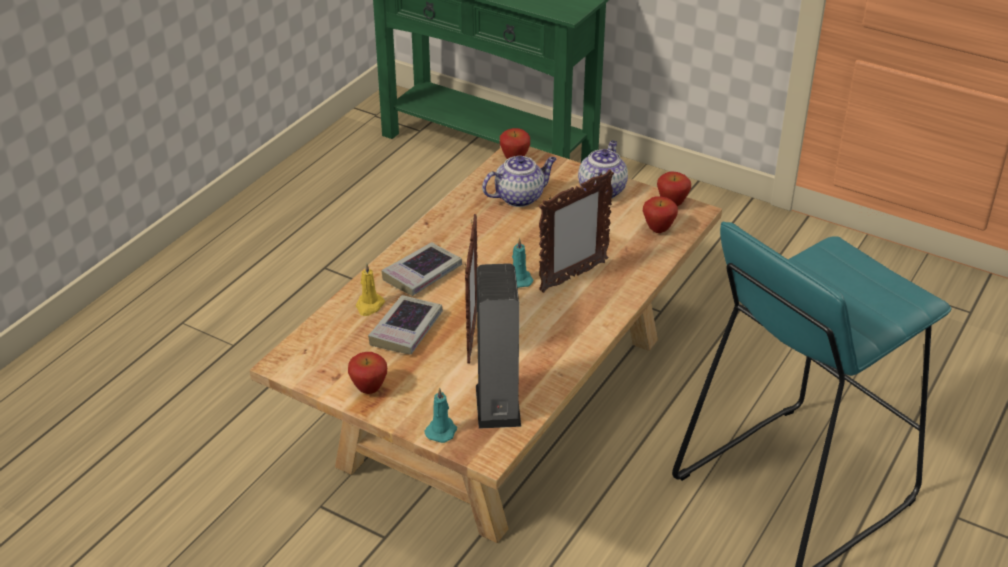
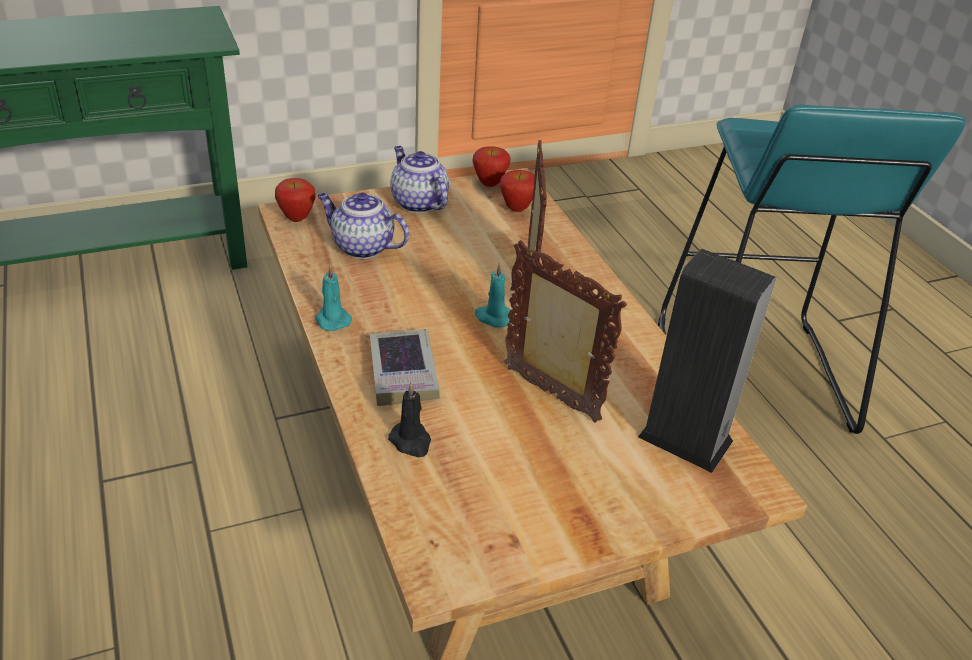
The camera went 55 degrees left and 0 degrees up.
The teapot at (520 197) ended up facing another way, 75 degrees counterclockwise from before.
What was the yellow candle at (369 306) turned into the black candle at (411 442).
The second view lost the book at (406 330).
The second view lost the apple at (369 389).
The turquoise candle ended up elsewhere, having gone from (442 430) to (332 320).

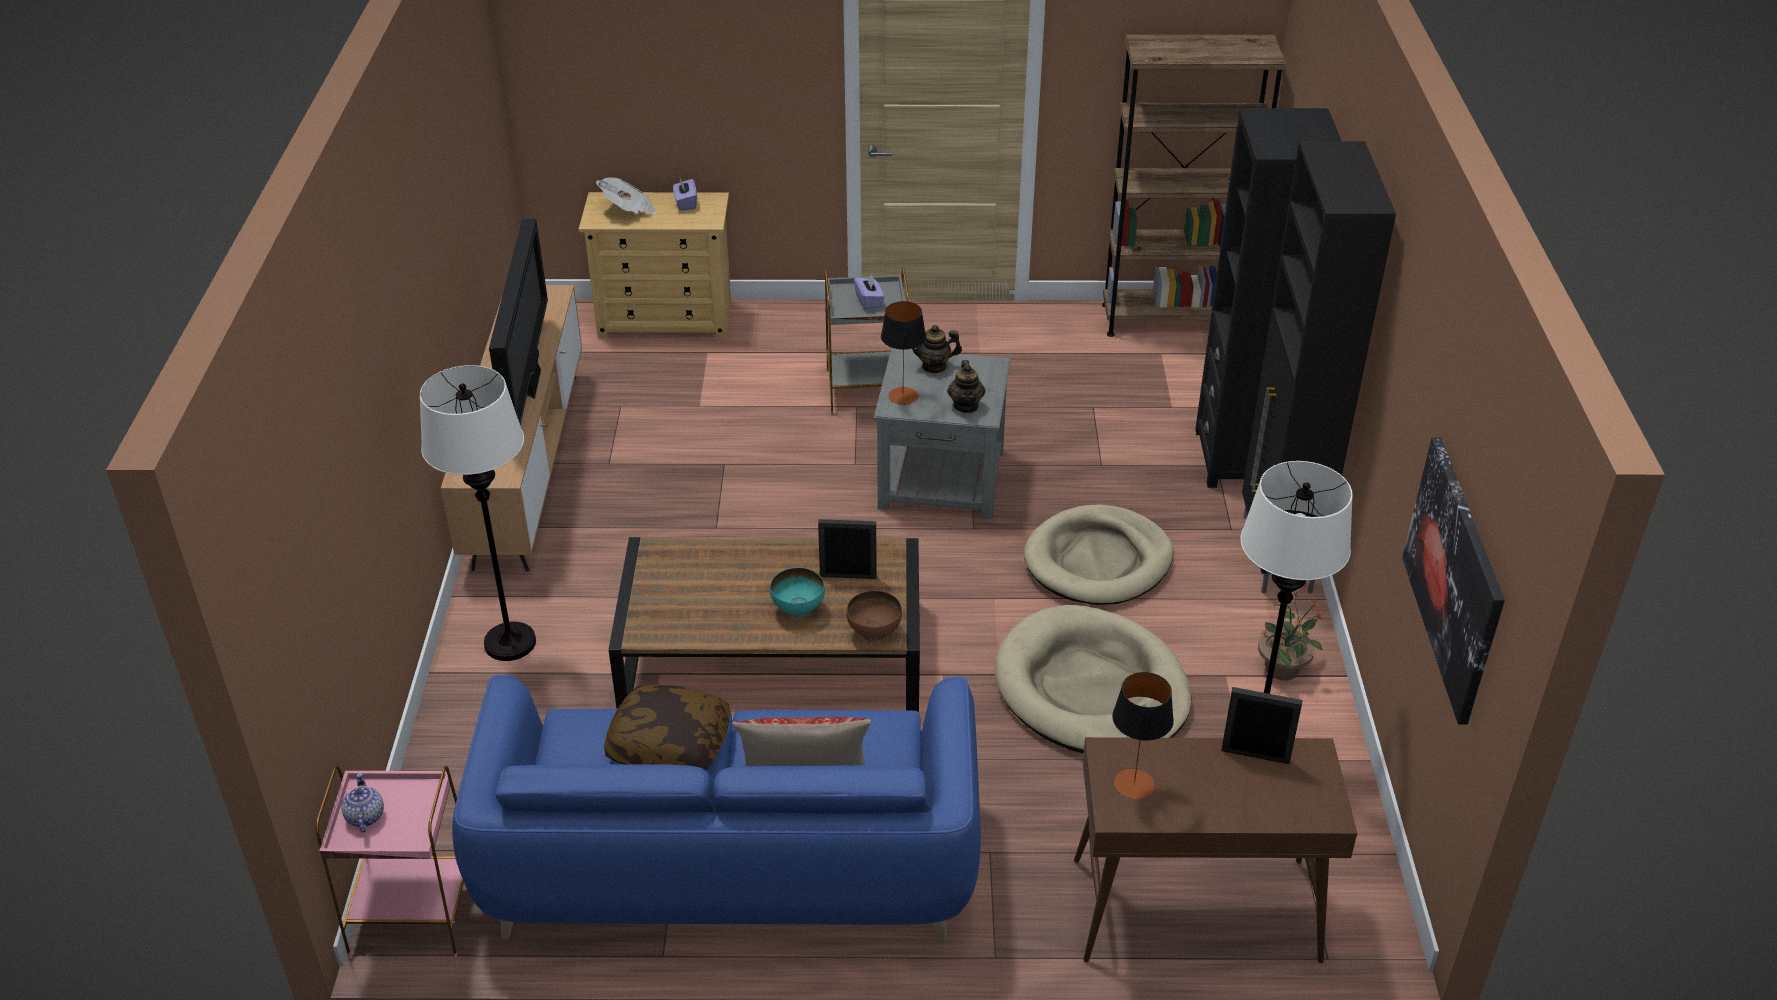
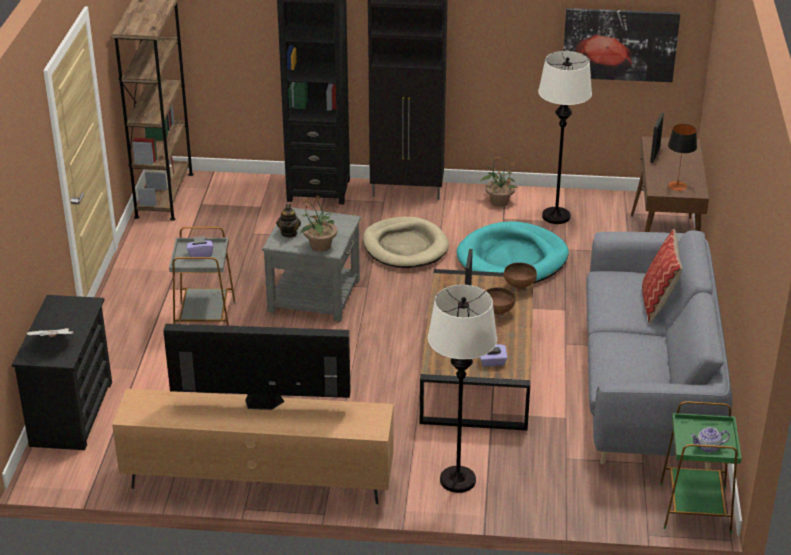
The camera went 85 degrees left and 5 degrees down.
The purple tissue box ended up elsewhere, having gone from (685 203) to (492 362).
What was the beige dresser at (666 319) turned into the black dresser at (72 413).
Where the table lamp stood at (903 396), the potted plant came to stand at (320 246).
The second view lost the teapot at (966 405).
What was the turquoise bowl at (797 609) turned into the brown bowl at (497 313).
What was the beige dog bed at (1091 689) turned into the turquoise dog bed at (512 259).
What was the blue sofa at (730 865) turned into the grey sofa at (647 386).
The second view lost the pillow at (669 745).
What was the pink side table at (412 911) turned into the green side table at (694 508).

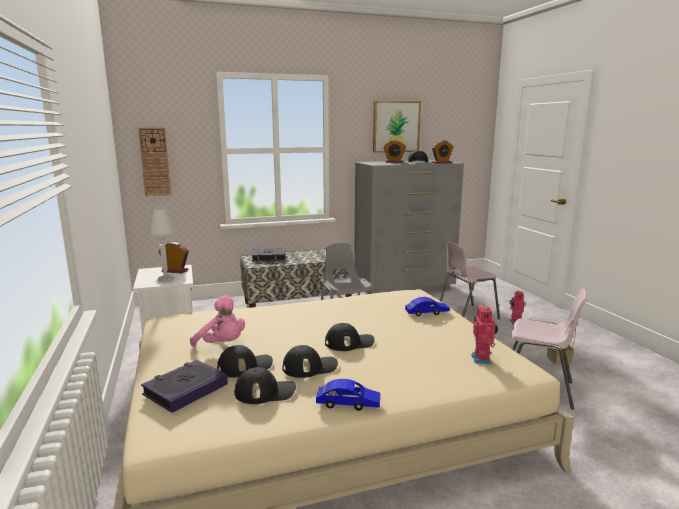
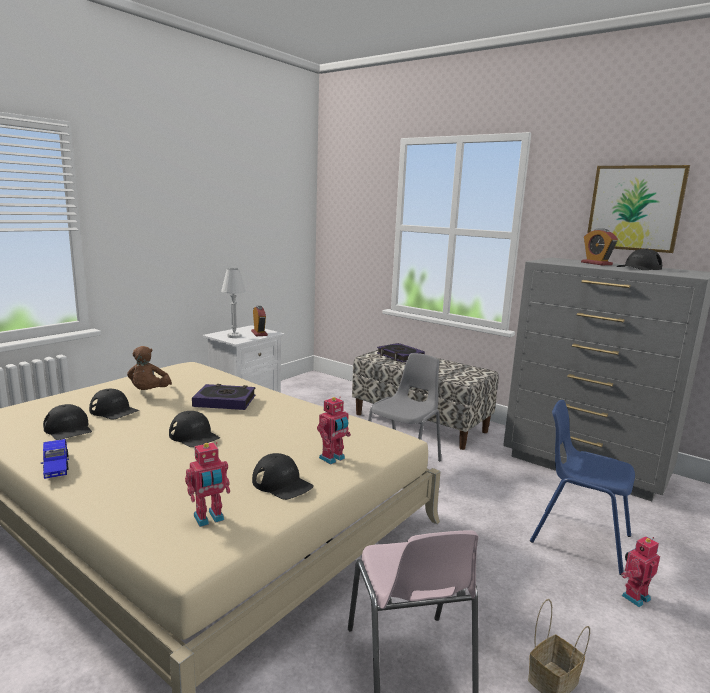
The camera went 55 degrees right and 0 degrees up.
The second view lost the wall clock at (155 162).
The second view lost the alarm clock at (441 163).
What was the pink chair at (466 315) turned into the blue chair at (579 539).
What was the pink plush toy at (222 345) turned into the brown plush toy at (149 393).
Where the blue toy car stood at (427 313), the toy robot came to stand at (333 459).
The black cap ended up elsewhere, having gone from (310 367) to (282 484).
The book ended up elsewhere, having gone from (185 390) to (224 401).

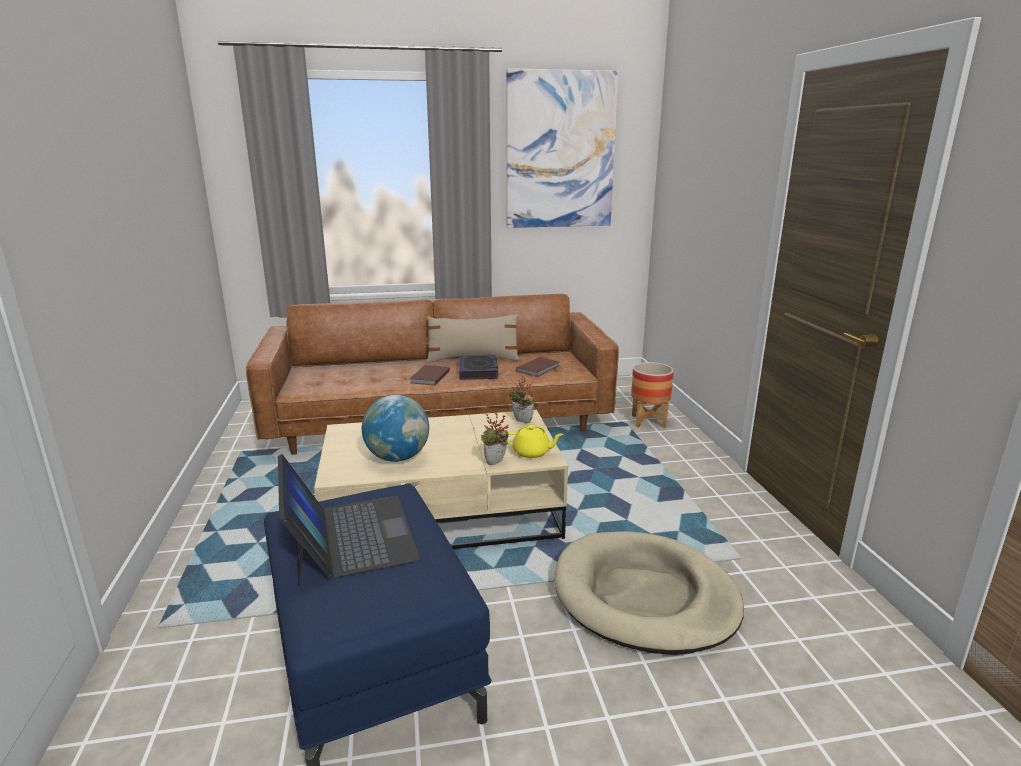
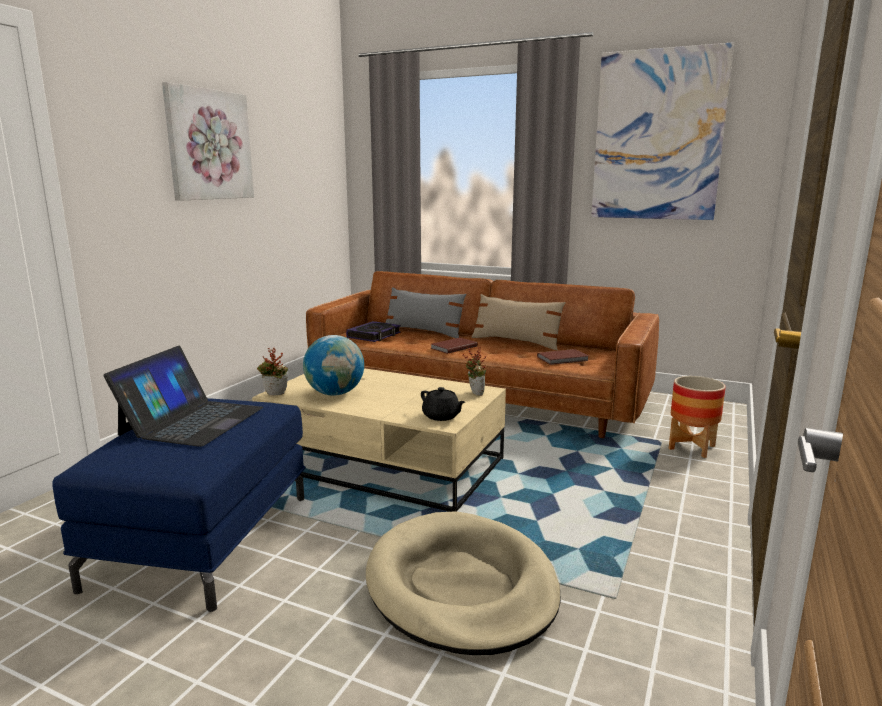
The camera went 35 degrees right and 5 degrees down.
The book ended up elsewhere, having gone from (478 371) to (374 335).
The potted plant ended up elsewhere, having gone from (495 463) to (274 395).
What was the yellow teapot at (532 452) turned into the black teapot at (441 416).
The second view gained the picture at (209 145).
The second view gained the grey pillow at (424 332).

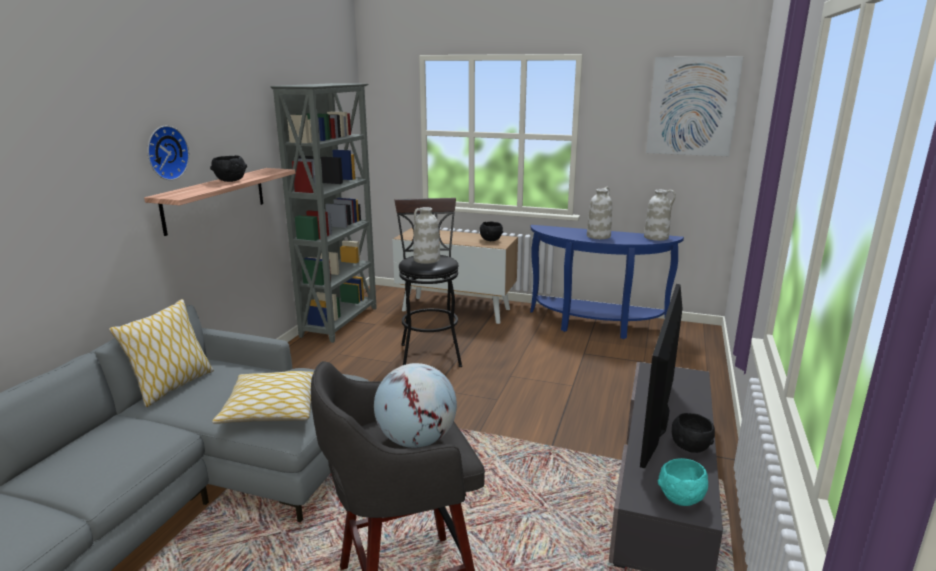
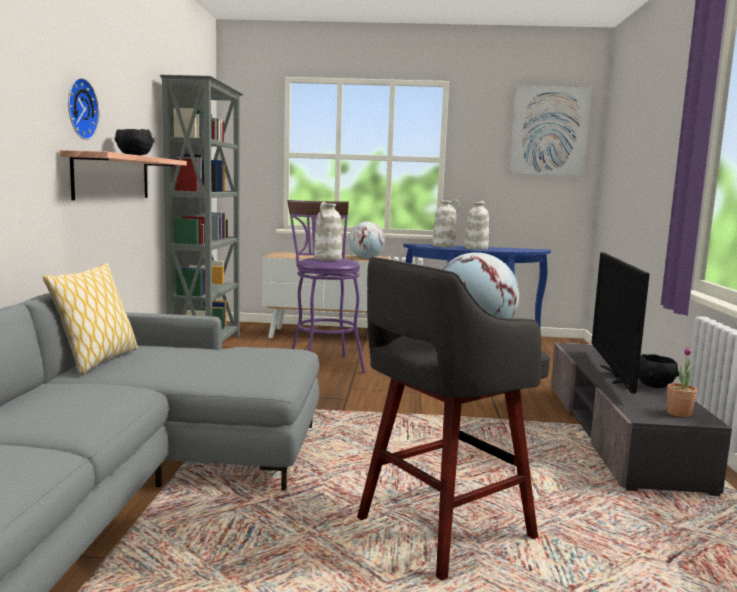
The camera went 15 degrees left and 10 degrees down.
The white vase ended up elsewhere, having gone from (656 237) to (444 246).
What was the black stool at (430 352) turned into the purple stool at (323 364).
Where the black bowl stood at (491 240), the globe came to stand at (366 258).
The second view lost the pillow at (273 409).
Where the turquoise bowl stood at (681 498), the potted plant came to stand at (678 413).

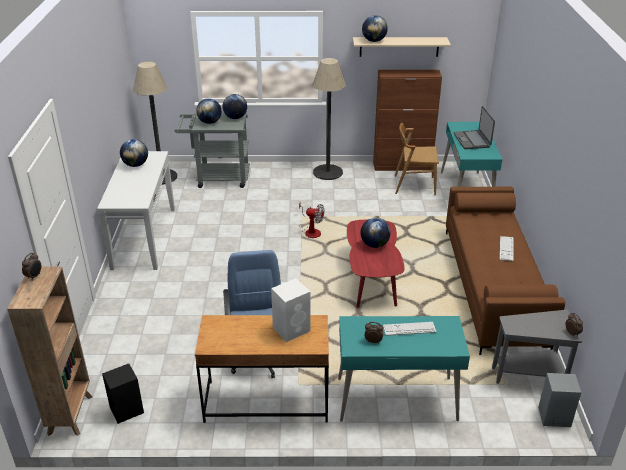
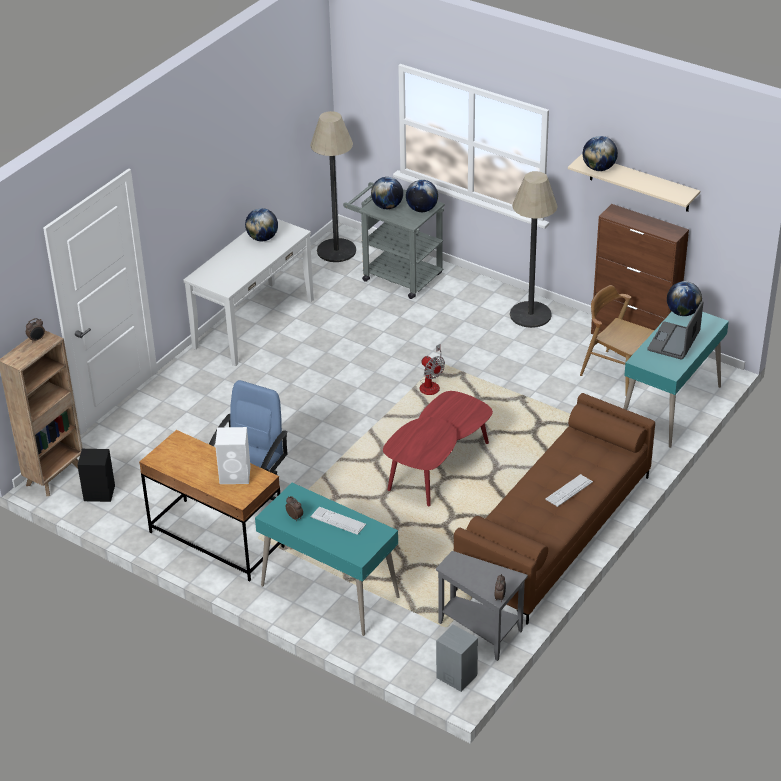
The camera went 35 degrees right and 5 degrees up.
The globe ended up elsewhere, having gone from (374 245) to (682 312).

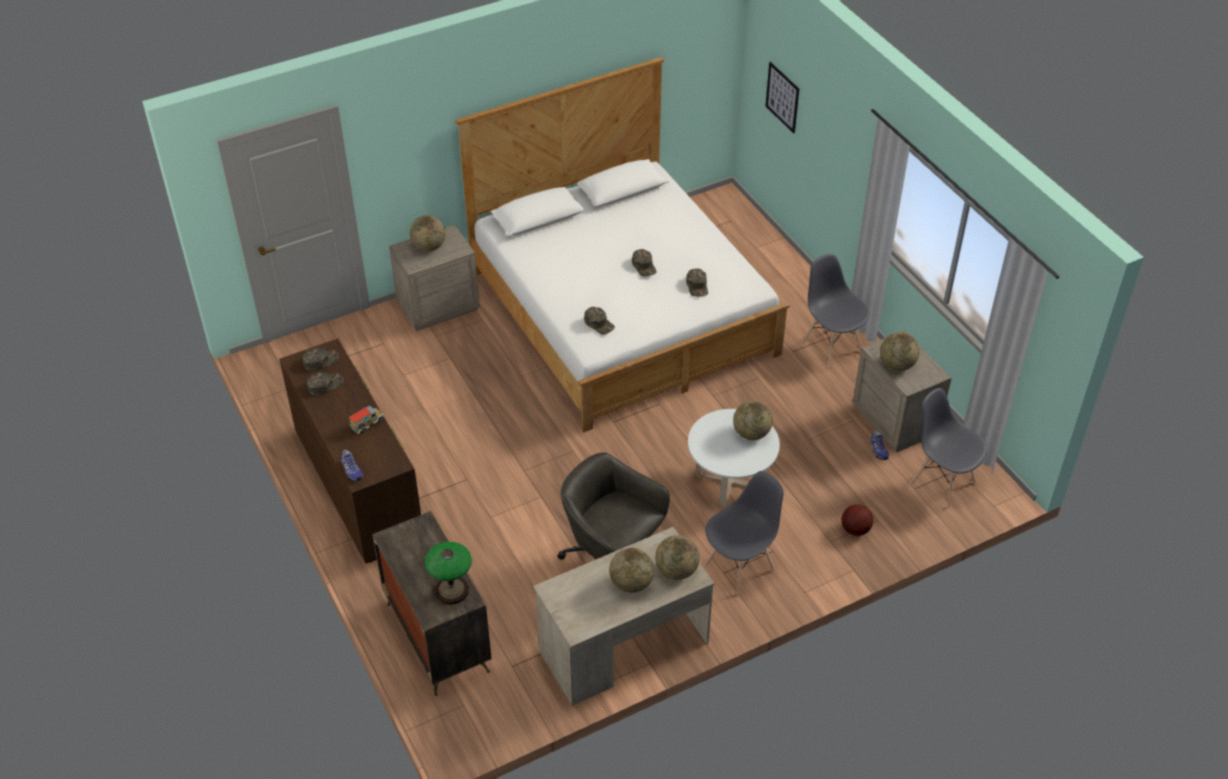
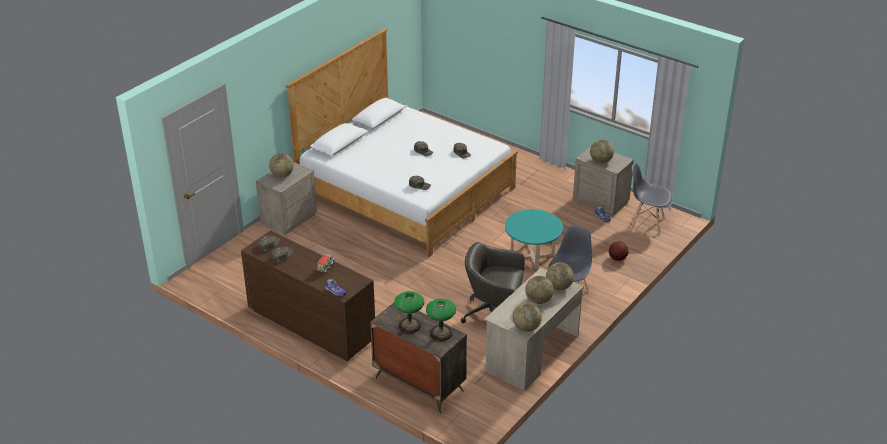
The camera went 25 degrees left and 10 degrees down.
The second view lost the picture at (782 97).
The second view lost the grey chair at (831 346).
The globe ended up elsewhere, having gone from (751 433) to (526 328).
What was the white coffee table at (730 481) turned into the turquoise coffee table at (532 256).
The second view gained the table lamp at (409 325).

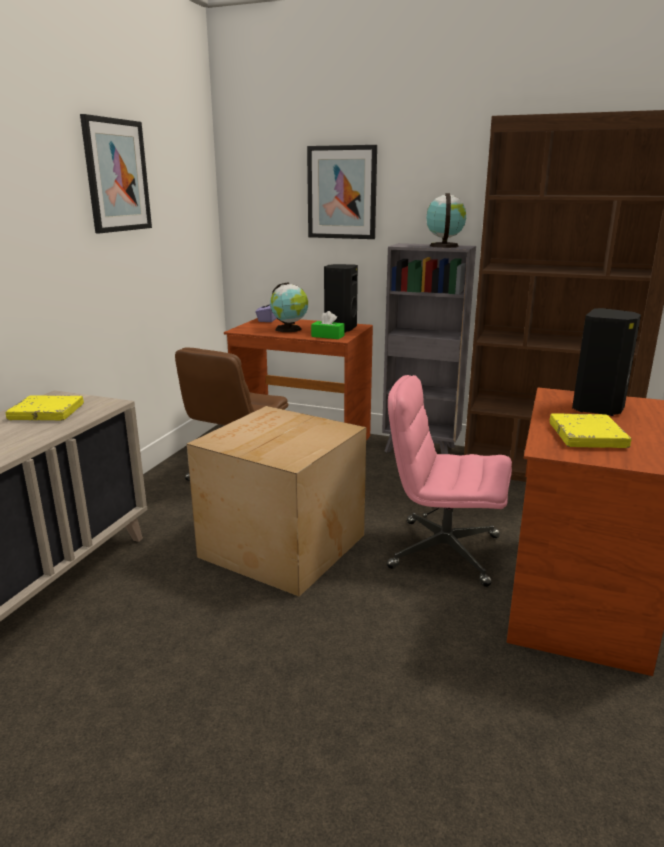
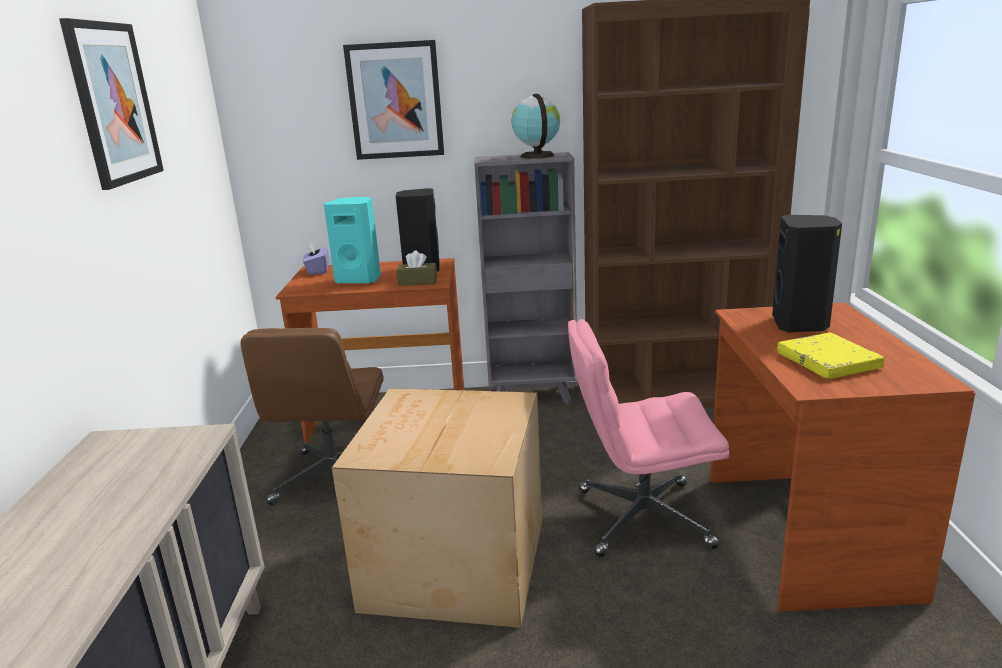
The camera went 20 degrees left and 0 degrees up.
Where the globe stood at (289 329), the turquoise speaker came to stand at (360 279).
What was the green tissue box at (327 336) turned into the brown tissue box at (417 282).
The second view lost the yellow book at (47 412).

